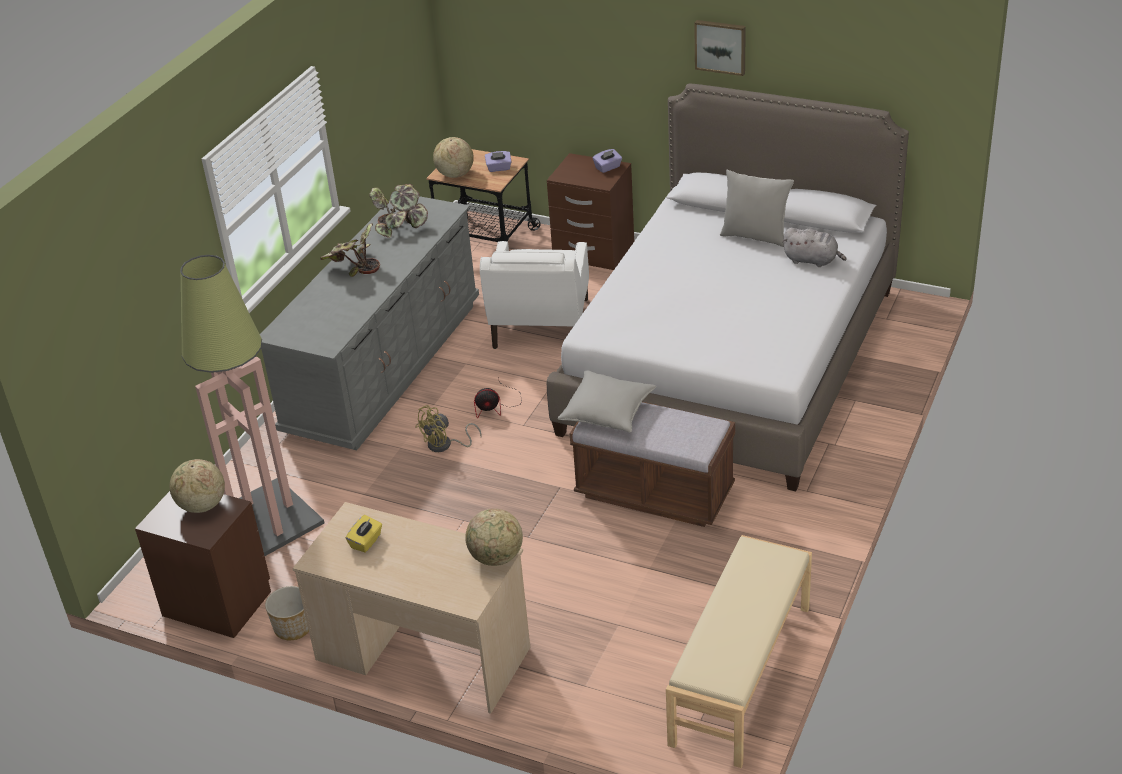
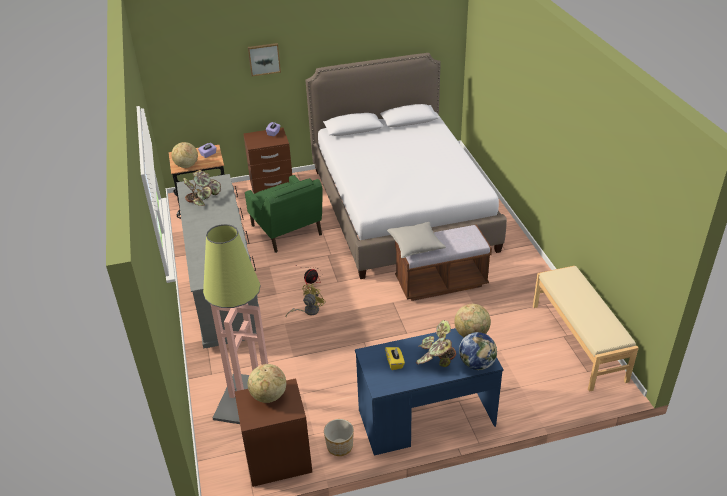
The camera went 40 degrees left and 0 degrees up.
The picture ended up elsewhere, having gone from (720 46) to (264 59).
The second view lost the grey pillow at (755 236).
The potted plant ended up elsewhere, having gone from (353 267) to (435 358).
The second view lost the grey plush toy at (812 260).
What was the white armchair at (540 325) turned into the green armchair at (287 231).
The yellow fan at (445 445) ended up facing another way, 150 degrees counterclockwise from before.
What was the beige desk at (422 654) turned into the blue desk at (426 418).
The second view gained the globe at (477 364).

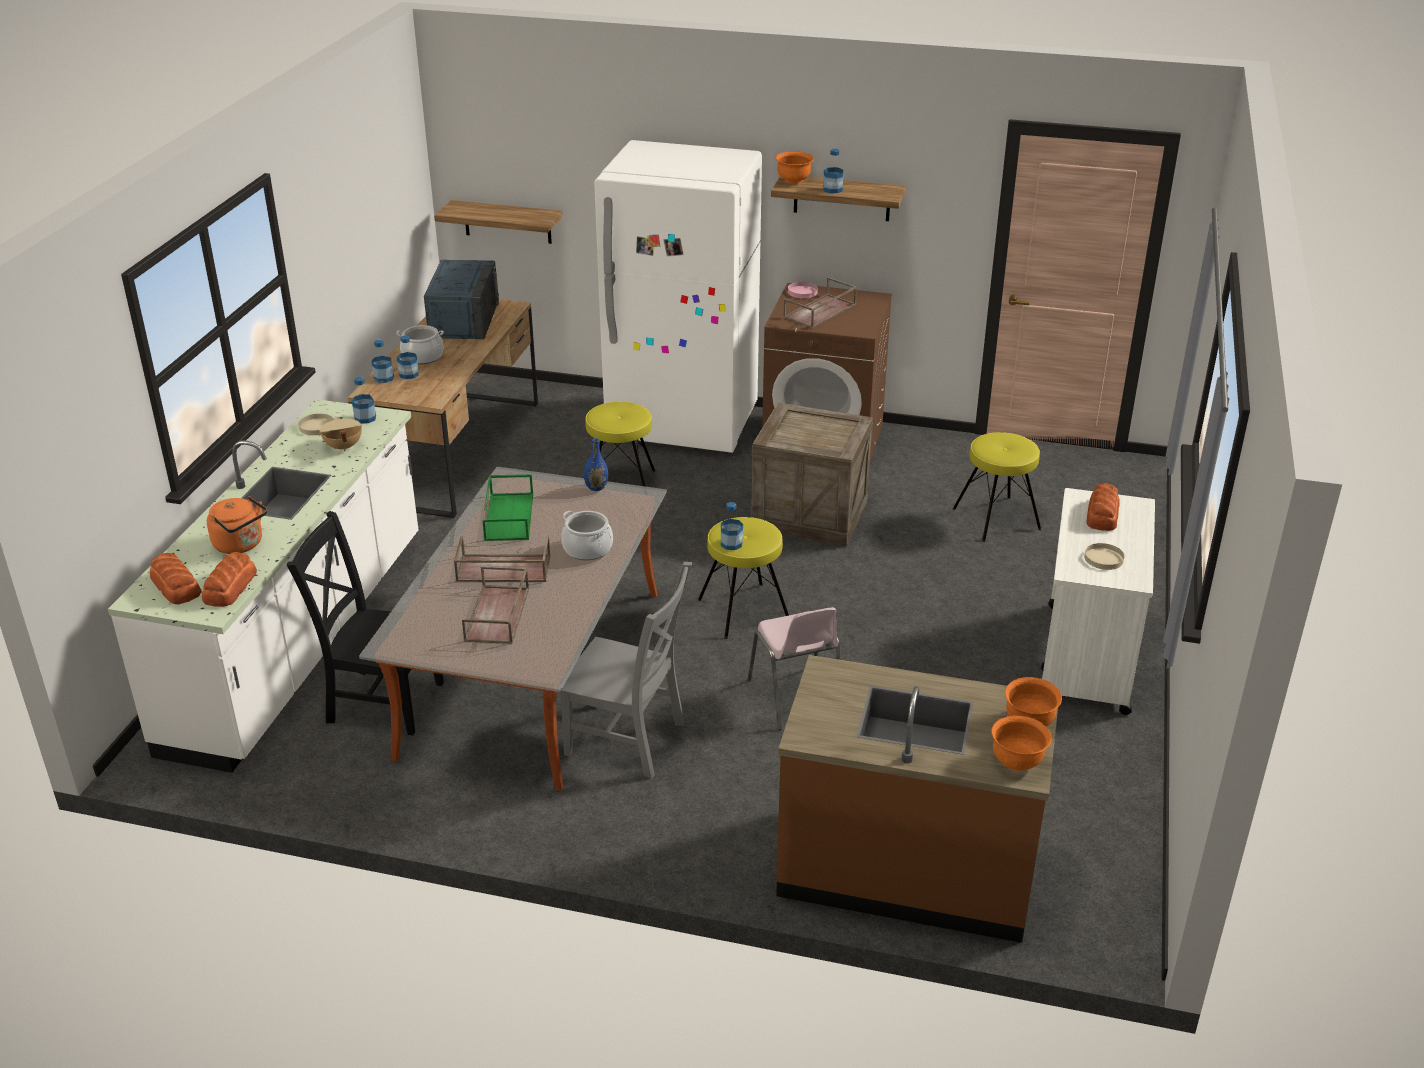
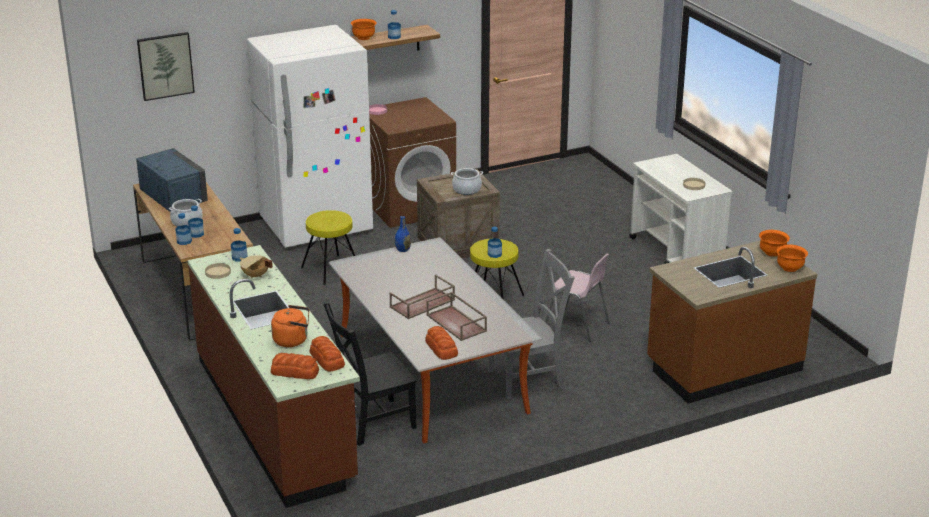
The camera went 40 degrees left and 5 degrees down.
The second view lost the shelf at (507 222).
The second view lost the brown tray at (820 312).
What was the white counter at (301 642) turned into the brown counter at (275 419).
The second view lost the yellow stool at (997 519).
The second view lost the green tray at (508 516).
The bread ended up elsewhere, having gone from (1102 515) to (441 348).
The cooking pot ended up elsewhere, having gone from (588 549) to (466 190).
The second view gained the picture at (165 65).

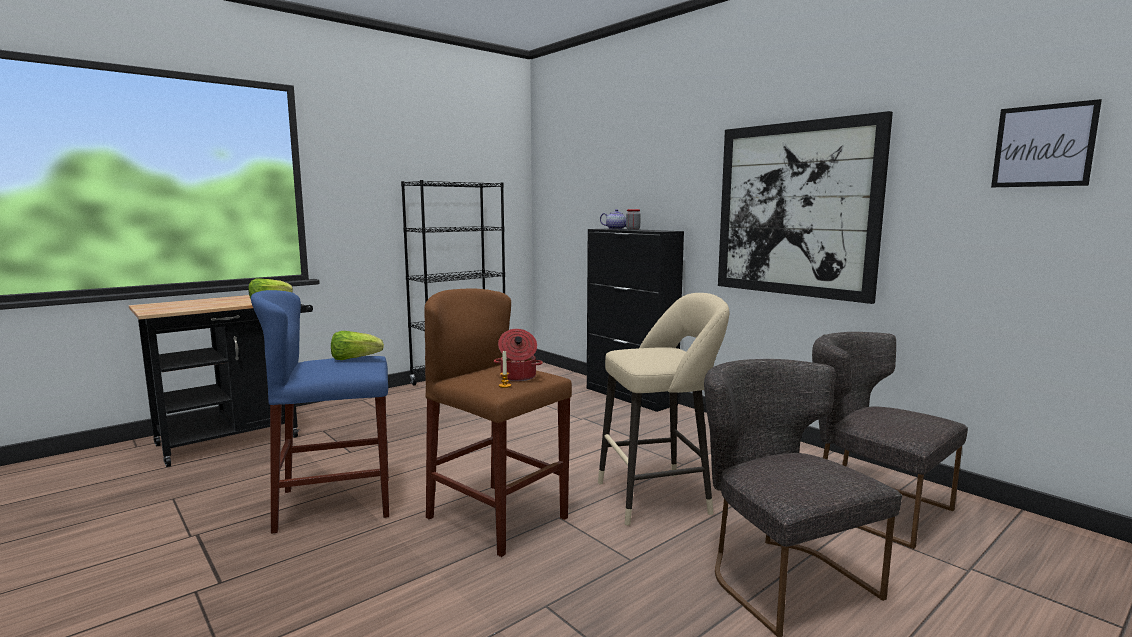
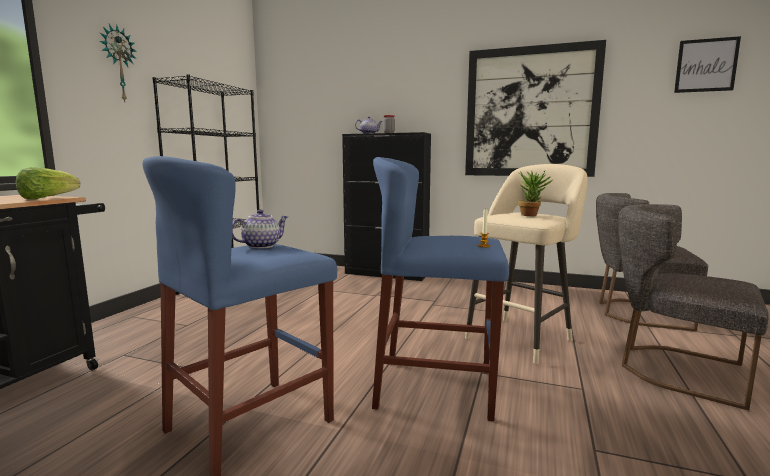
The camera went 30 degrees left and 0 degrees up.
What was the brown stool at (497 518) turned into the blue stool at (435 388).
The second view lost the cooking pot at (518 377).
Where the lettuce stood at (354 359), the teapot came to stand at (261 246).
The second view gained the wall clock at (118 64).
The second view gained the potted plant at (532 215).

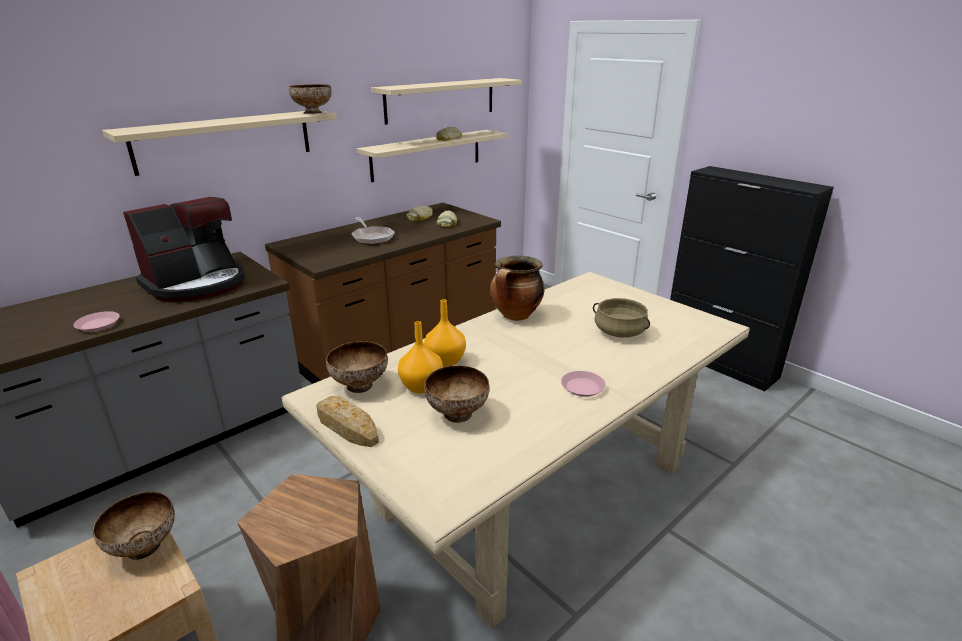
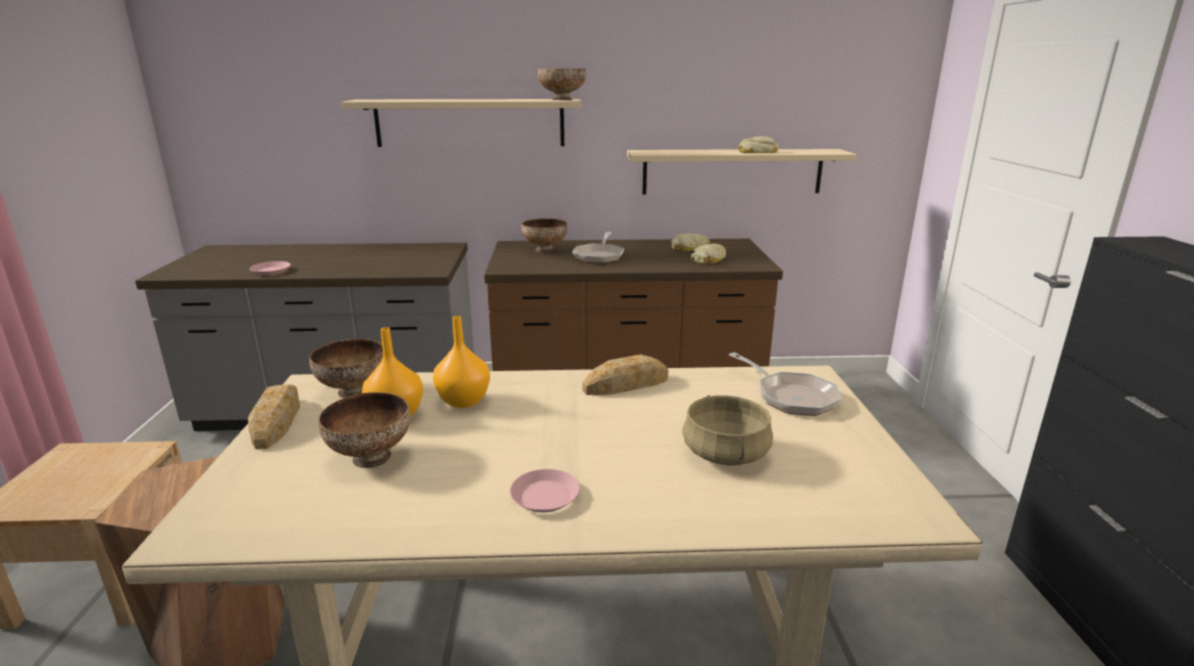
The camera went 40 degrees right and 5 degrees down.
The second view lost the beige shelf at (441 100).
The second view lost the coffee machine at (197 284).
Where the cooking pot stood at (516 316), the bread came to stand at (626 384).
The bowl ended up elsewhere, having gone from (145 548) to (545 250).
The second view gained the frying pan at (791 397).

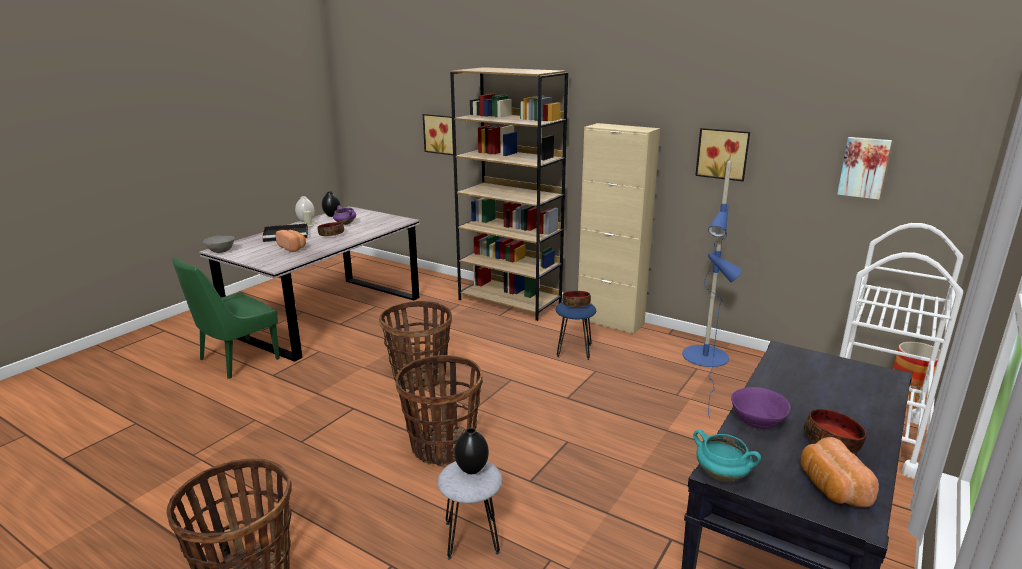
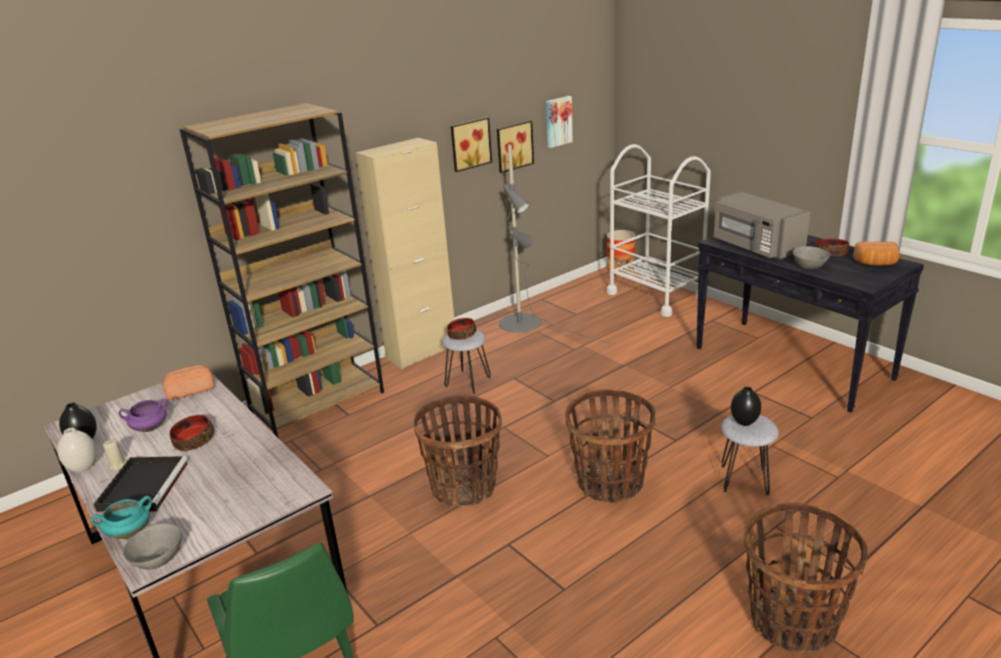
The camera went 70 degrees left and 5 degrees up.
The picture ended up elsewhere, having gone from (440 134) to (513 146).
What was the blue floor lamp at (706 361) turned into the grey floor lamp at (528 325).
The bread ended up elsewhere, having gone from (293 247) to (190 390).
What was the blue stool at (574 351) turned into the grey stool at (468 382).
What was the purple bowl at (756 422) turned into the grey bowl at (809 266).
The turquoise cooking pot ended up elsewhere, having gone from (723 475) to (130 532).
The second view gained the grey microwave at (755 247).

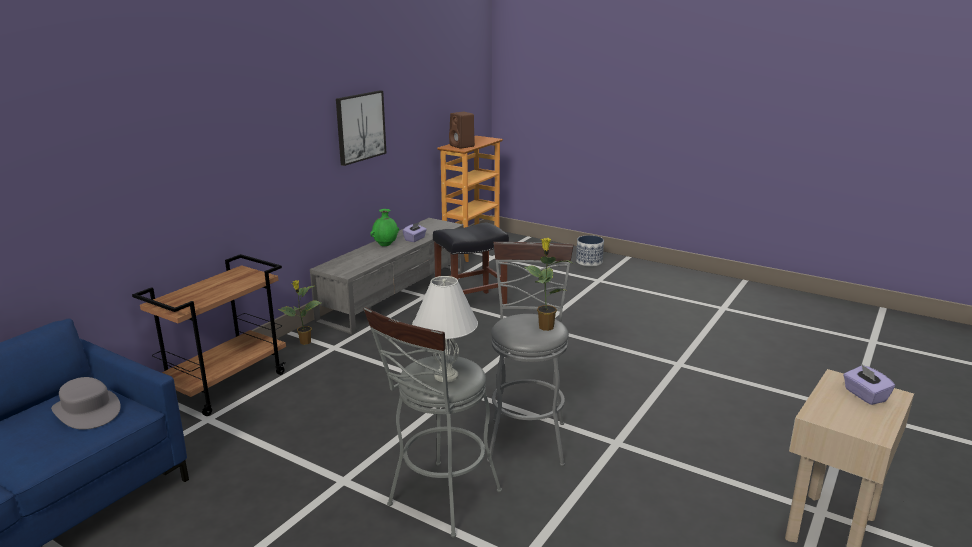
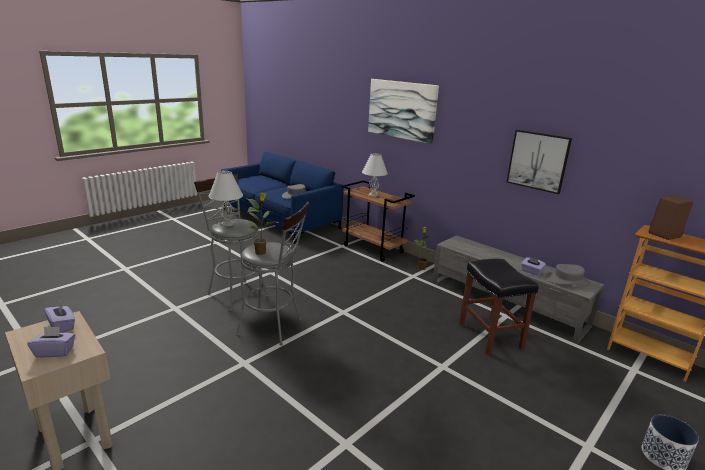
The camera went 100 degrees right and 0 degrees up.
The second view lost the green vase at (385 245).
The second view gained the picture at (402 110).
The second view gained the white table lamp at (373 195).
The second view gained the grey hat at (567 280).
The second view gained the purple tissue box at (62 326).

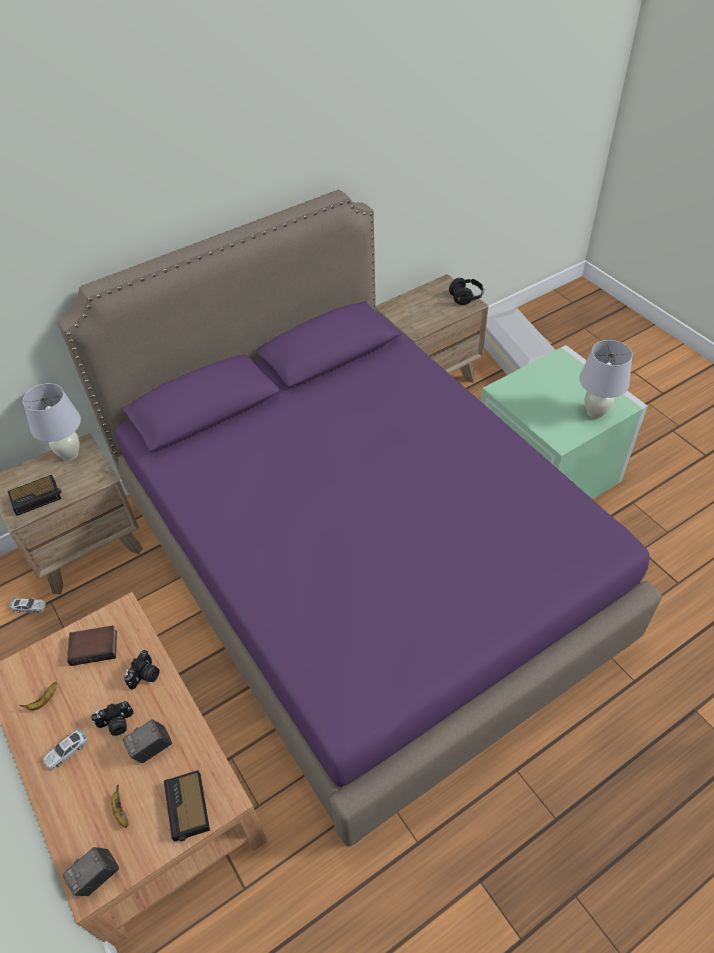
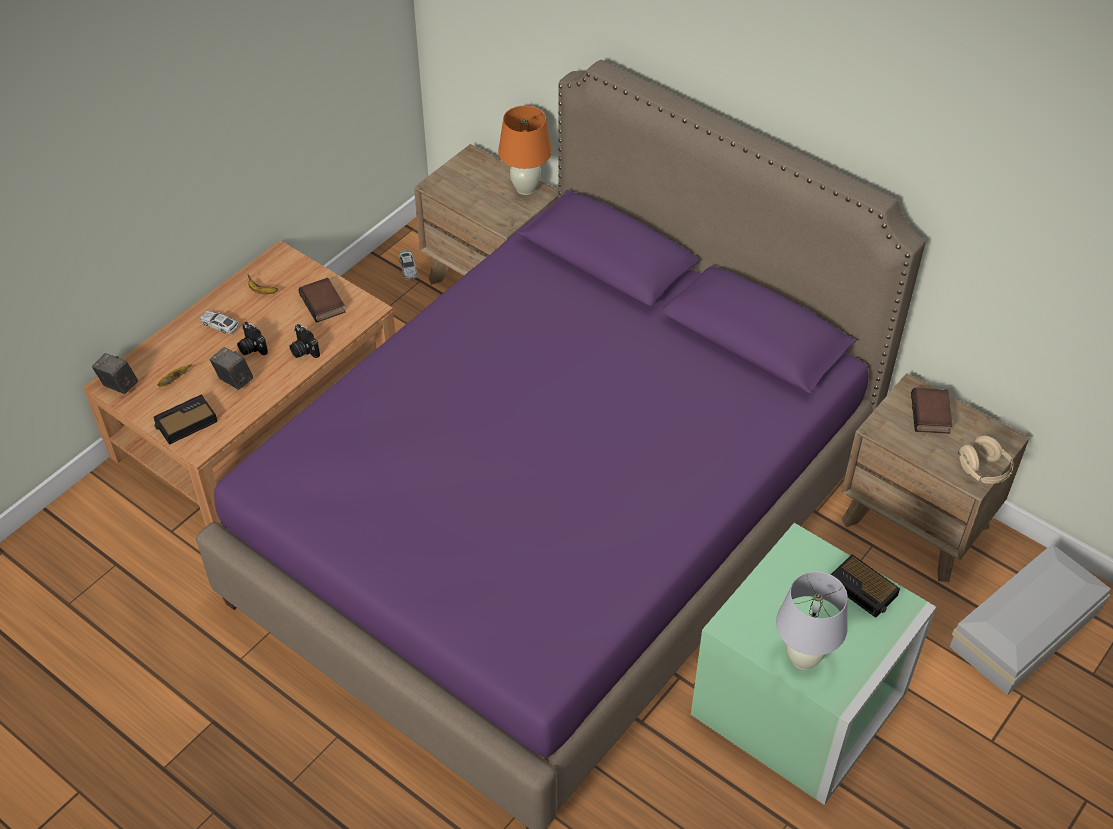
The camera went 70 degrees right and 0 degrees up.
What was the black headphones at (466 298) turned into the beige headphones at (983 471).
What was the white table lamp at (70 454) turned into the orange table lamp at (526 189).
The alarm clock ended up elsewhere, having gone from (37 497) to (864 590).
The photo camera at (145 676) ended up facing another way, 45 degrees clockwise from before.
The second view gained the book at (931 415).

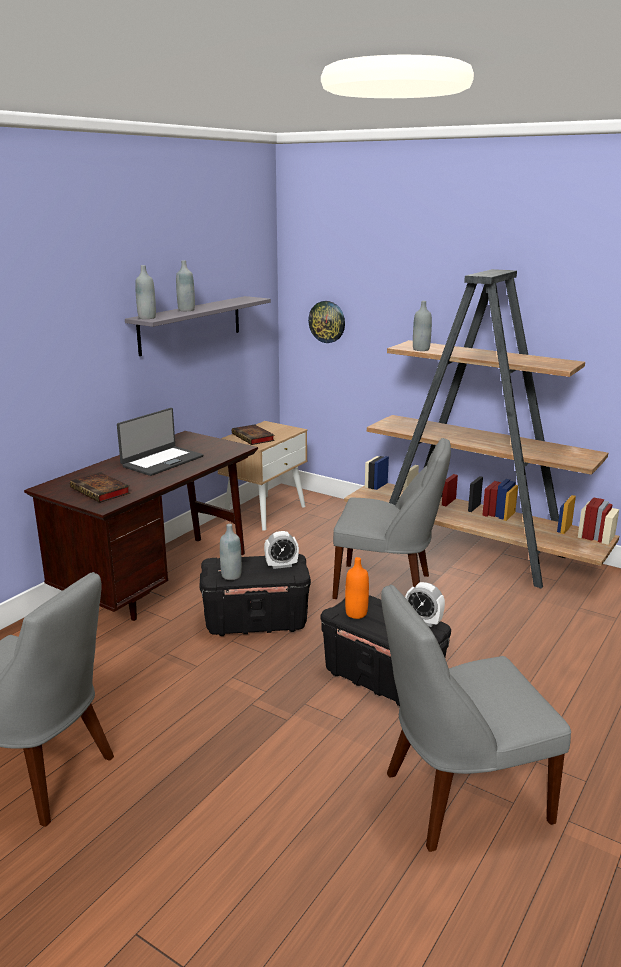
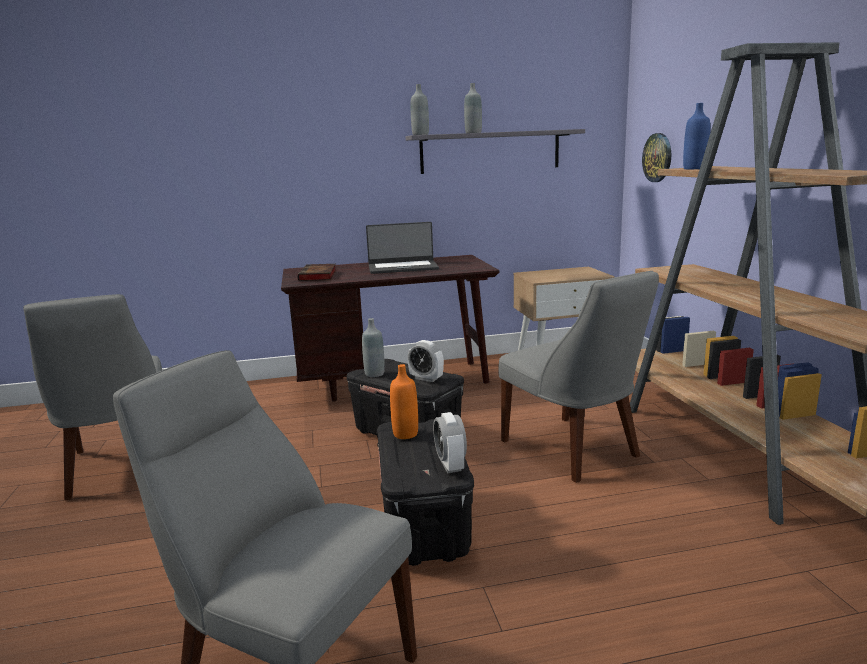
The camera went 45 degrees right and 5 degrees down.
What was the grey bottle at (421 349) turned into the blue bottle at (694 168).
The second view lost the book at (254 438).

